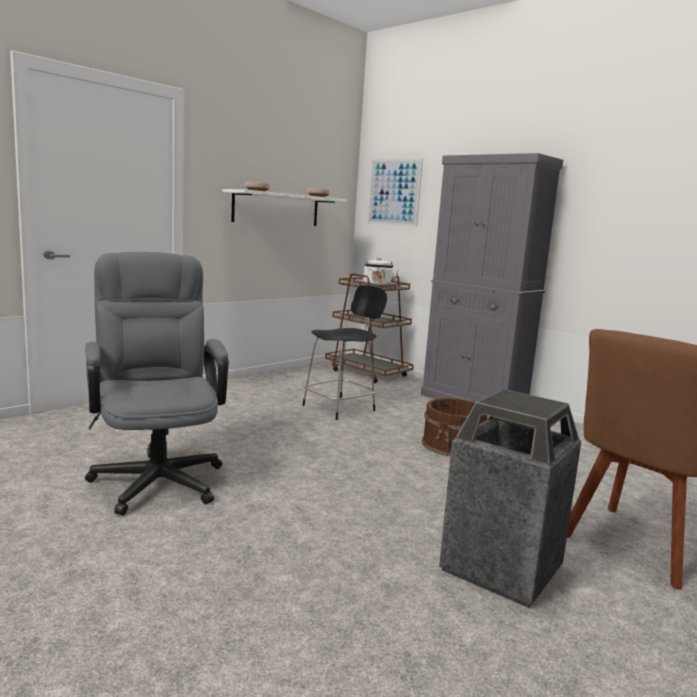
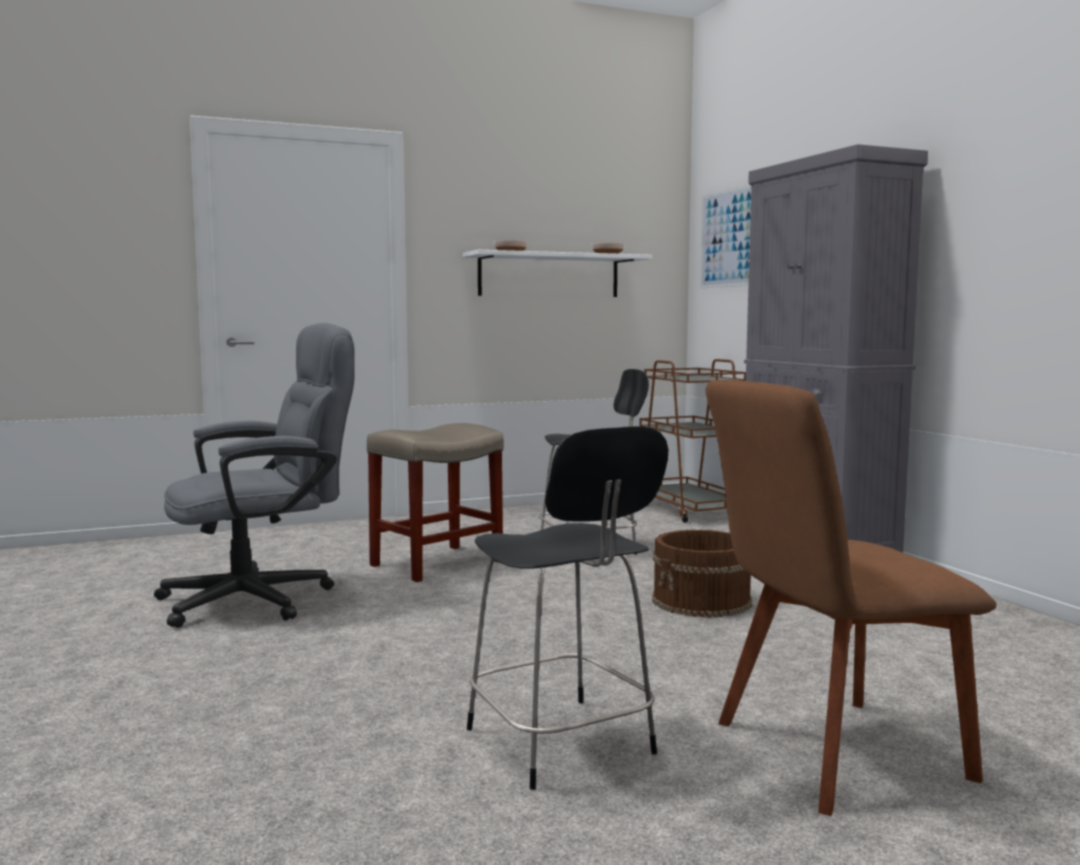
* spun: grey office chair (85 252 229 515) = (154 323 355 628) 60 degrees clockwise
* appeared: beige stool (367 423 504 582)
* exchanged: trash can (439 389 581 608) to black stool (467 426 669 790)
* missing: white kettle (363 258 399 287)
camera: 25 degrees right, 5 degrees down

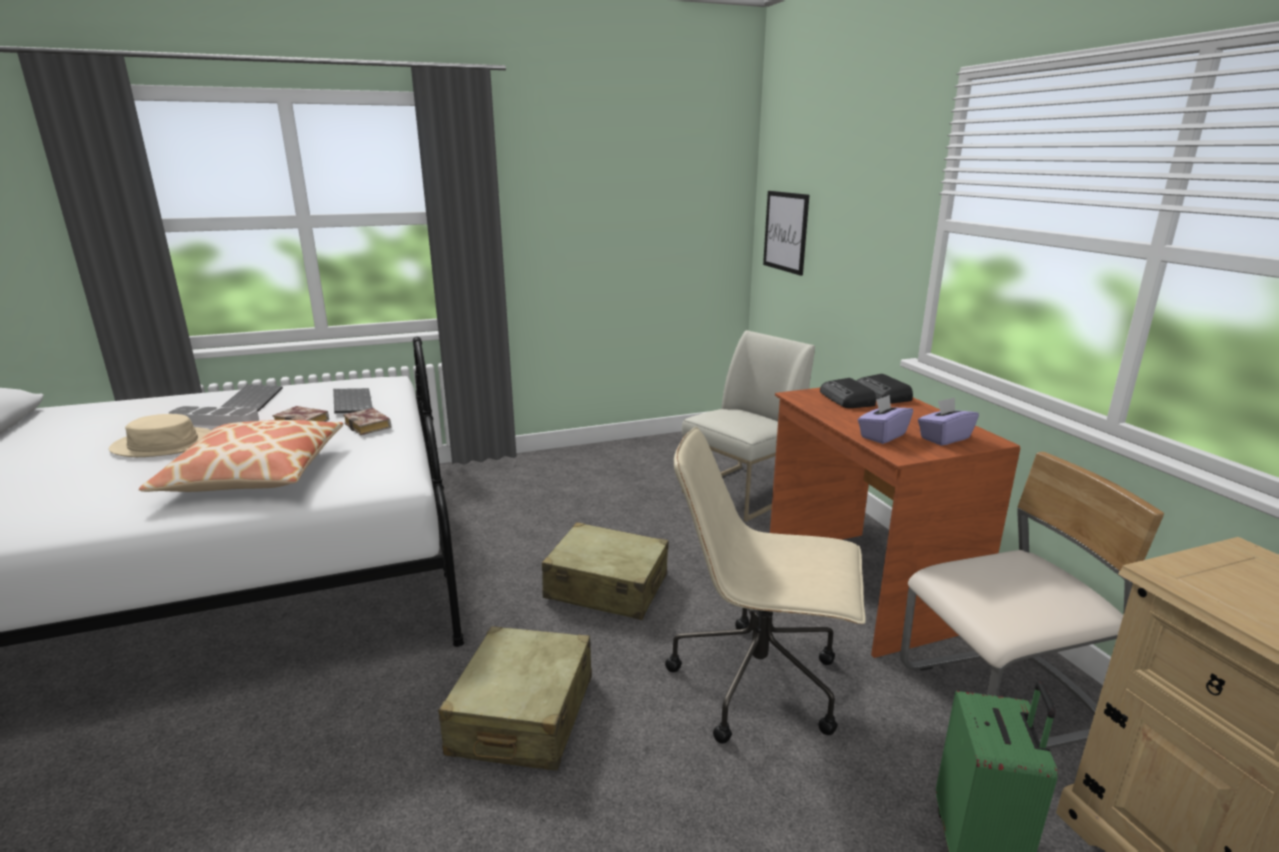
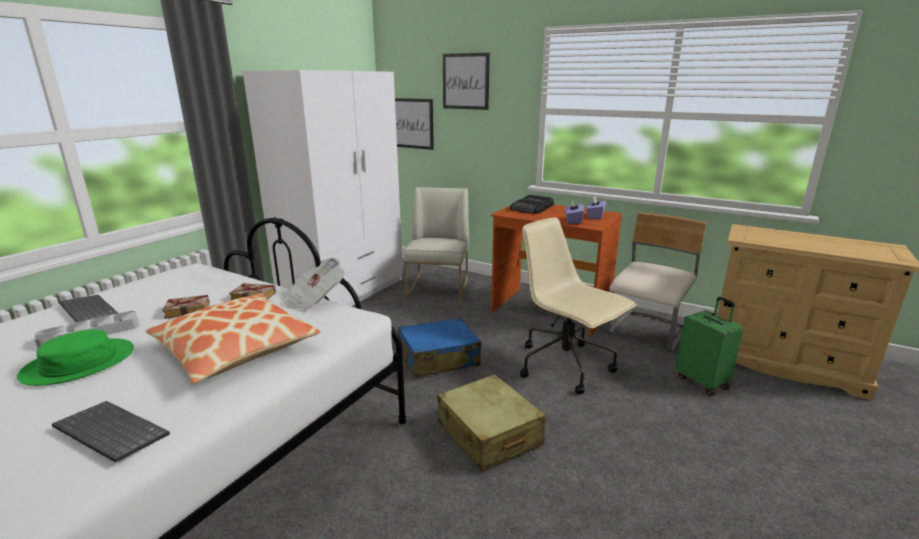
* colour: beige hat (109 414 212 457) to green hat (17 330 134 386)
* relocated: keyboard (333 388 373 413) to (52 401 170 463)
* appeared: white wardrobe (243 70 403 306)
* appeared: newspaper (281 258 344 309)
* colour: beige suitcase (542 522 669 620) to blue suitcase (398 318 481 378)
* appeared: picture (443 53 490 110)
* spun: beige office chair (665 427 866 743) = (520 218 637 394) 75 degrees clockwise
camera: 40 degrees left, 0 degrees up

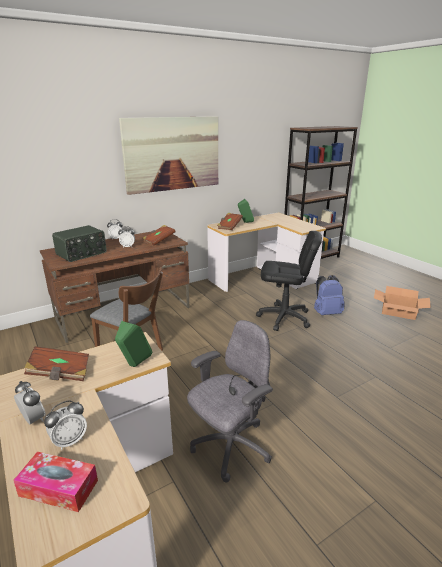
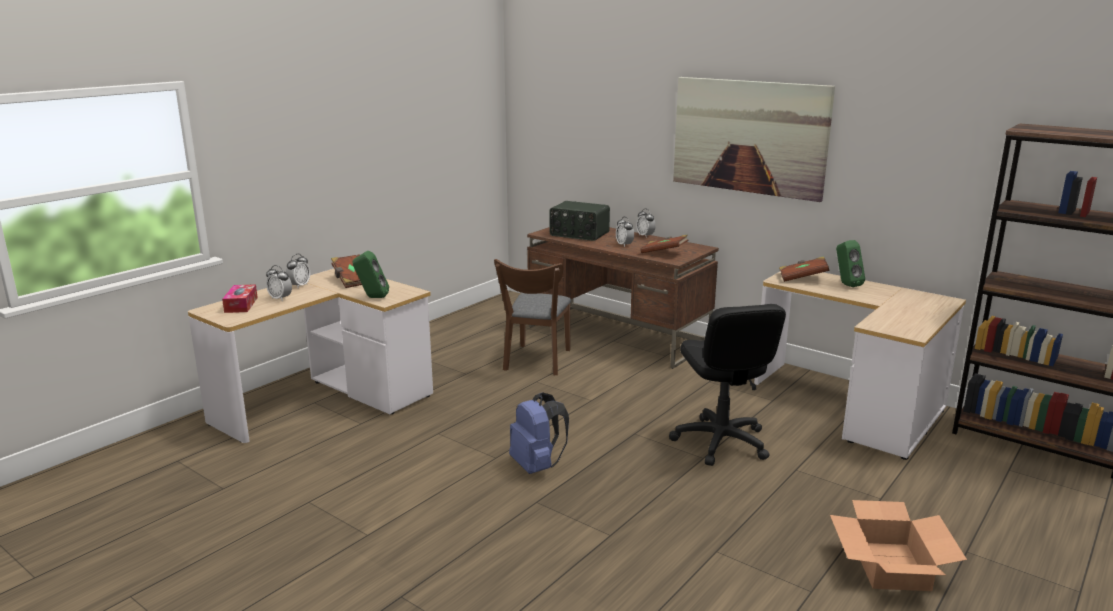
* relocated: blue backpack (314 275 345 315) to (509 392 569 474)
* missing: grey office chair (187 320 273 482)
camera: 70 degrees right, 5 degrees down

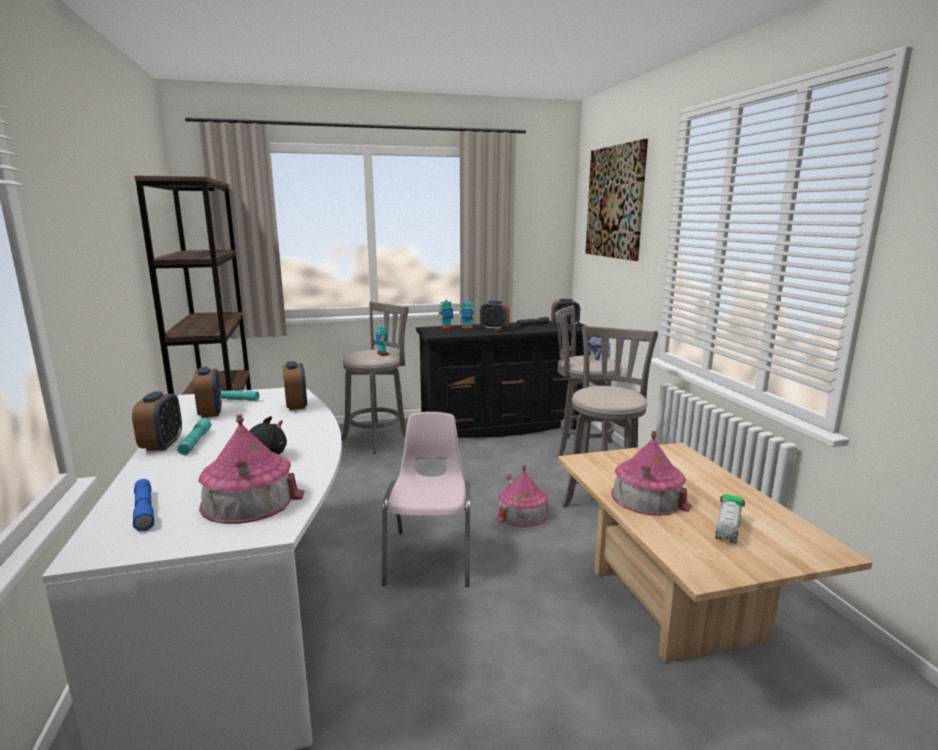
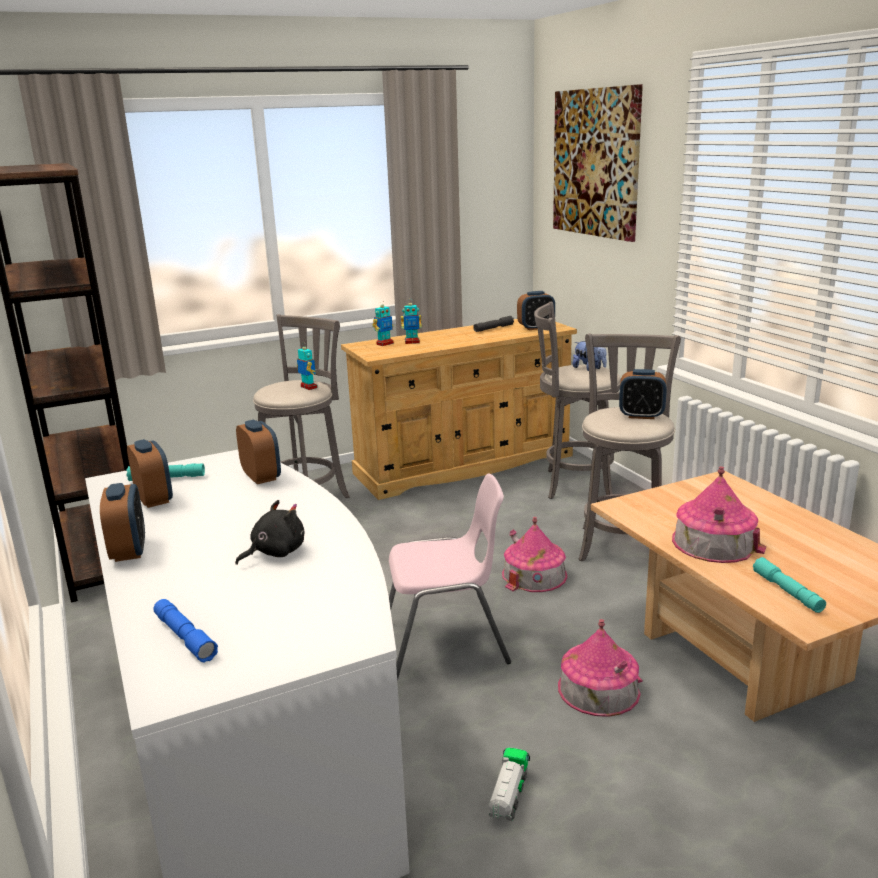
* colour: black dresser (416 321 591 438) to beige dresser (341 319 577 500)
* spun: pink chair (382 412 470 587) = (389 473 511 681) 90 degrees clockwise
* relocated: toy truck (715 494 745 543) to (488 747 530 821)
* relocated: toy house (198 414 304 524) to (558 619 643 717)
* relocated: alarm clock (480 300 510 331) to (619 369 667 419)
* relocated: turquoise flashlight (177 418 211 455) to (753 557 826 613)
camera: 10 degrees left, 5 degrees up

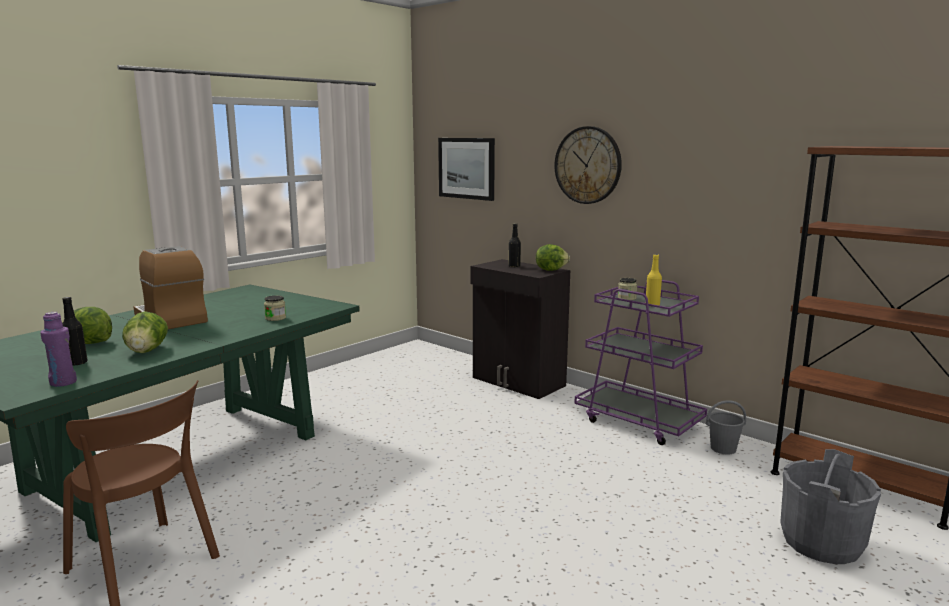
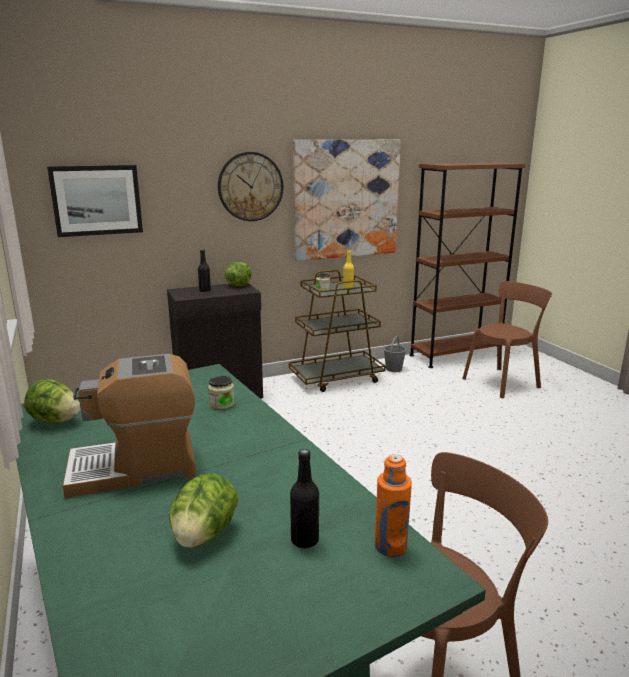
* relocated: lettuce (122 311 168 353) to (24 379 81 424)
* colour: purple cart (574 280 707 445) to brown cart (289 269 386 392)
* appeared: picture (293 140 401 261)
* colour: purple bottle (40 312 77 387) to orange bottle (375 454 412 557)
* exchanged: grey bucket (780 449 881 564) to brown chair (462 281 552 398)
camera: 65 degrees left, 5 degrees up

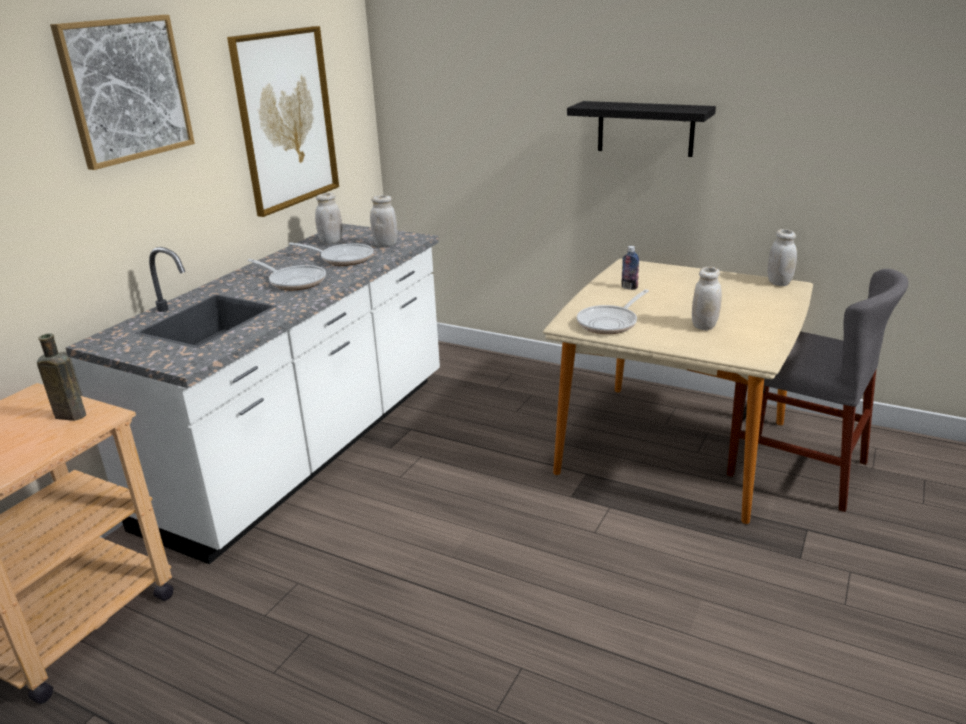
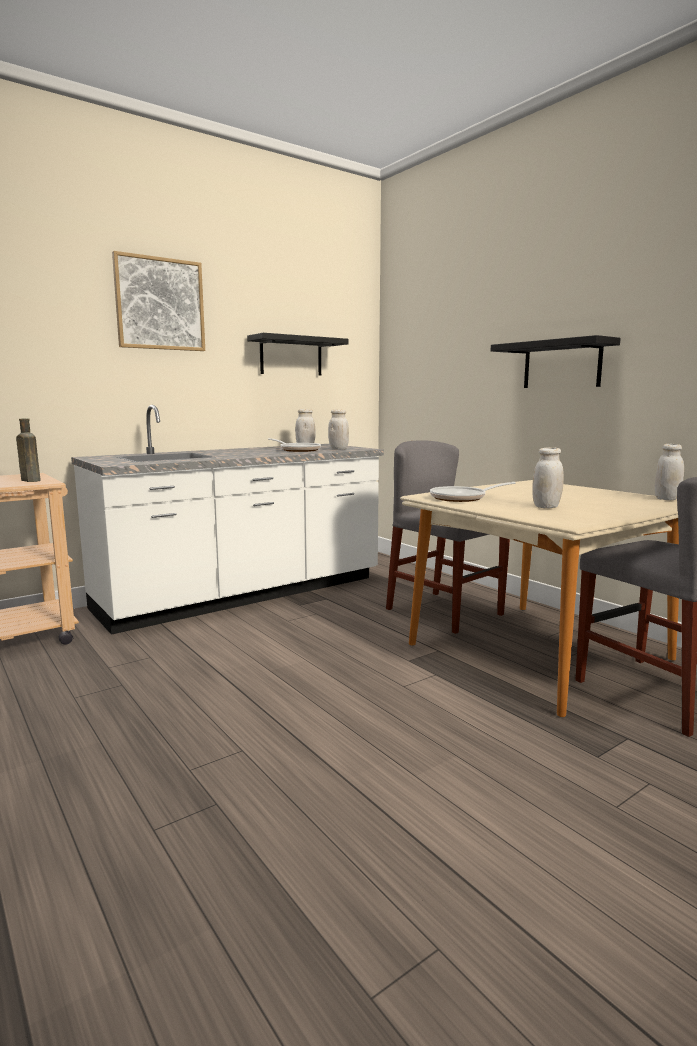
* exchanged: picture (227 26 339 217) to black shelf (247 333 349 376)
* appeared: grey chair (386 440 510 634)
* missing: frying pan (247 259 326 290)
* missing: bottle (621 246 639 290)
camera: 25 degrees right, 15 degrees down

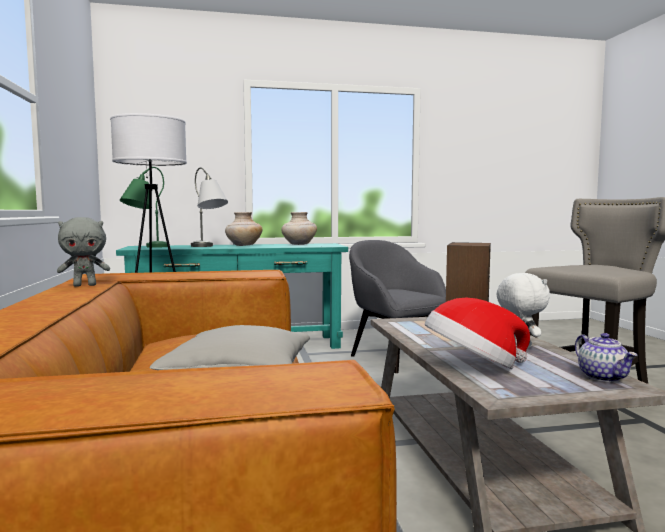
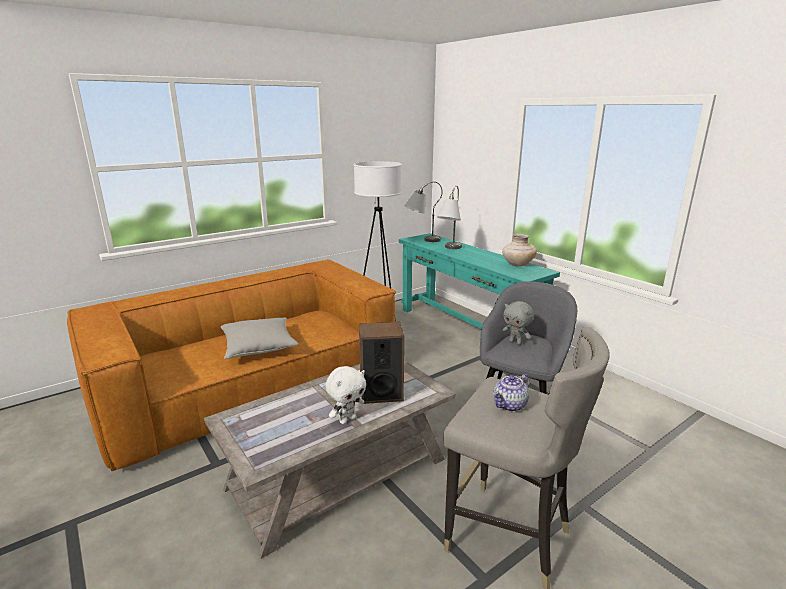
* colour: green table lamp (120 167 168 248) to grey table lamp (404 181 442 242)
* relocated: teapot (575 333 637 382) to (493 374 530 412)
* relocated: grey plush toy (57 217 110 287) to (502 301 534 345)
* missing: beige vase (225 212 262 246)
* missing: hat (425 298 530 369)
camera: 65 degrees right, 15 degrees up

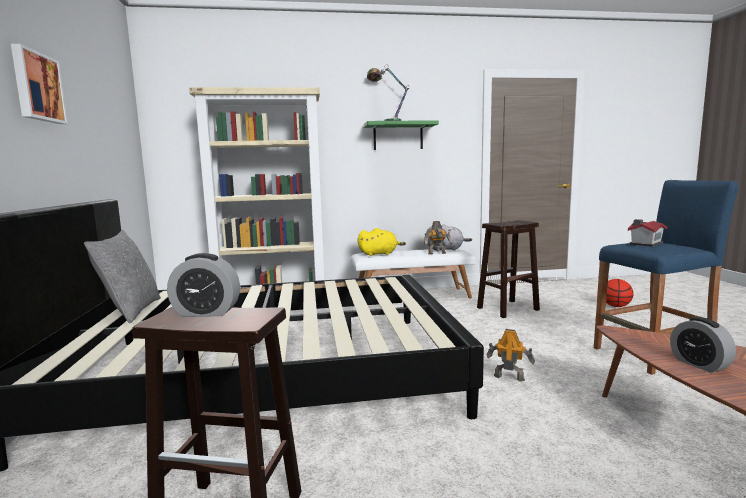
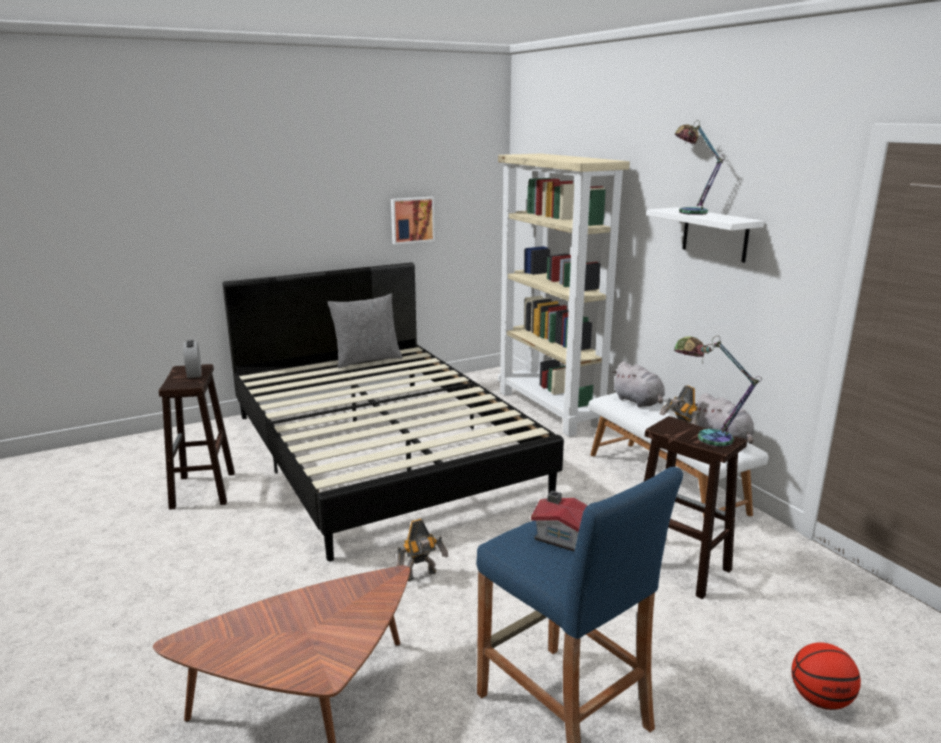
* relocated: picture (11 44 68 124) to (391 197 435 245)
* spun: toy robot (487 329 535 381) = (396 519 448 581) 60 degrees clockwise
* colour: yellow plush toy (357 228 406 256) to grey plush toy (612 361 665 407)
* colour: green shelf (364 120 439 150) to white shelf (646 207 764 263)
* appeared: table lamp (674 336 762 447)
* missing: alarm clock (670 317 736 373)
camera: 70 degrees right, 10 degrees up

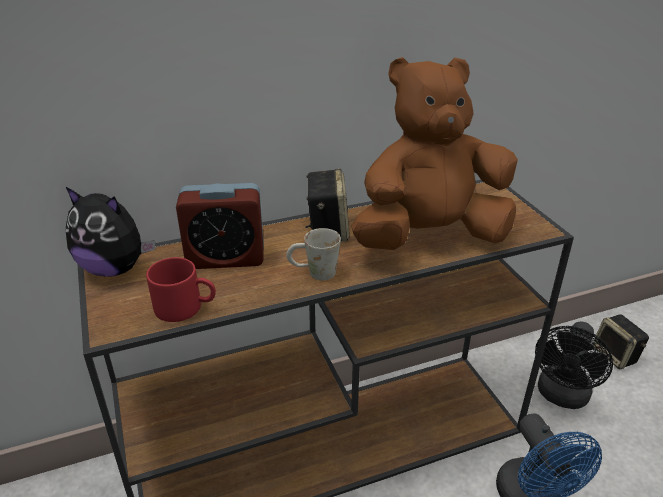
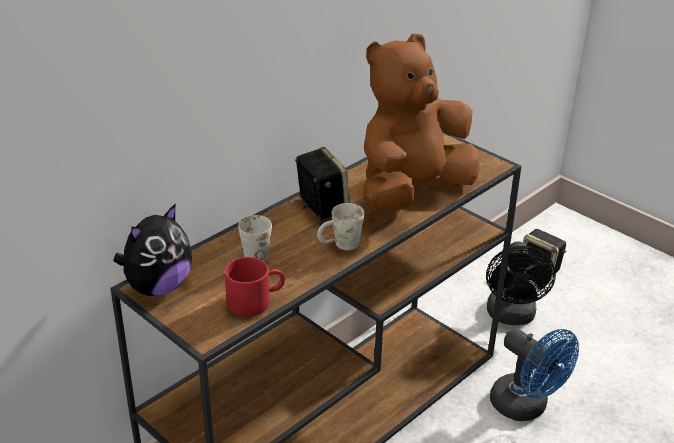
* spun: plush toy (66 187 155 277) = (113 203 192 296) 45 degrees counterclockwise
* exchanged: alarm clock (176 183 264 269) to white mug (238 215 272 262)
camera: 25 degrees left, 0 degrees up

